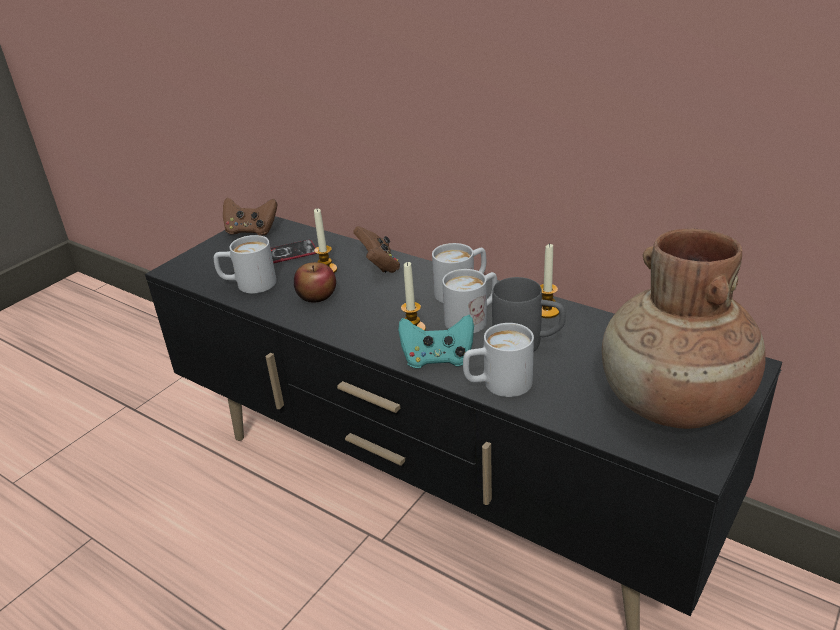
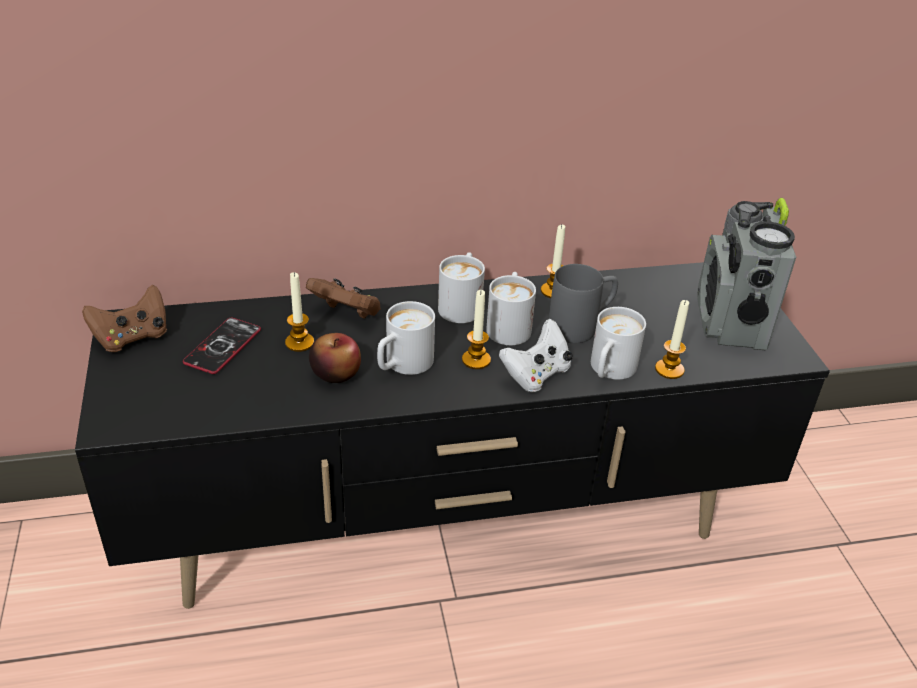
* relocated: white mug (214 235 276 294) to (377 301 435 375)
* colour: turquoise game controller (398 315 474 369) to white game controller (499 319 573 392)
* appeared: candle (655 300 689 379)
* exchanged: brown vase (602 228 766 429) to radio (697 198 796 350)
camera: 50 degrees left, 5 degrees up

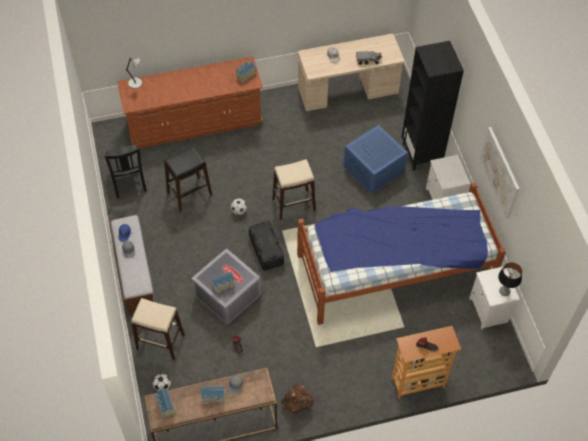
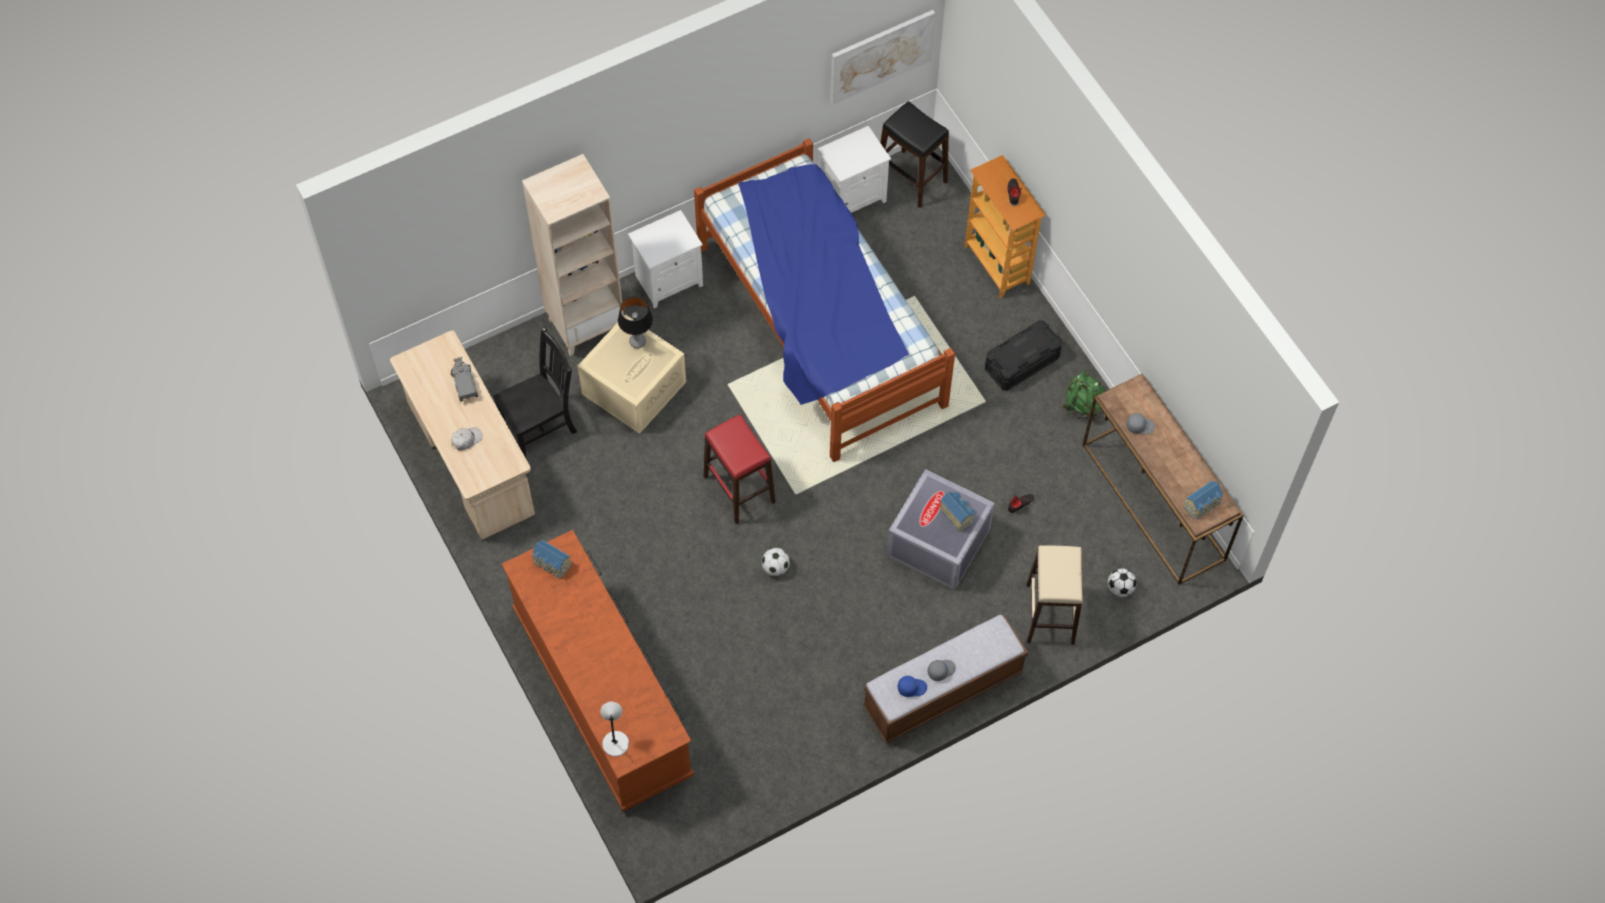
* relocated: black chair (104 145 147 198) to (493 327 577 458)
* colour: black bookcase (402 41 464 171) to beige bookcase (522 154 624 356)
* colour: blue storage box (343 125 408 194) to beige storage box (577 314 686 434)
* relocated: table lamp (498 263 522 296) to (618 297 653 348)
* colour: beige stool (272 159 316 220) to red stool (704 414 775 524)
* relocated: picture (480 127 520 219) to (831 10 935 104)
* relocated: black stool (164 146 212 212) to (880 101 949 208)
* relocated: black storage box (249 221 284 271) to (985 320 1062 391)
* colour: brown backpack (281 384 314 414) to green backpack (1063 371 1105 421)
* missing: toy house (201 386 225 404)
camera: 105 degrees left, 5 degrees up

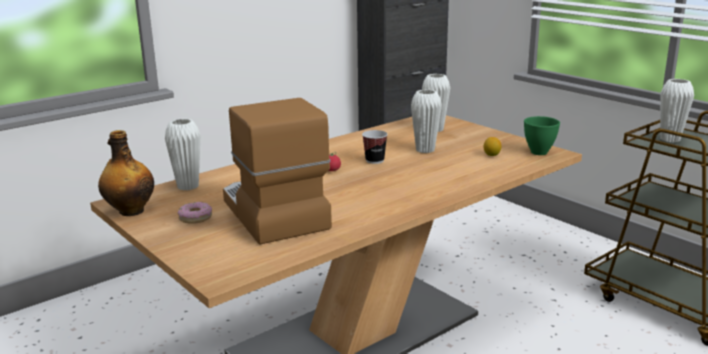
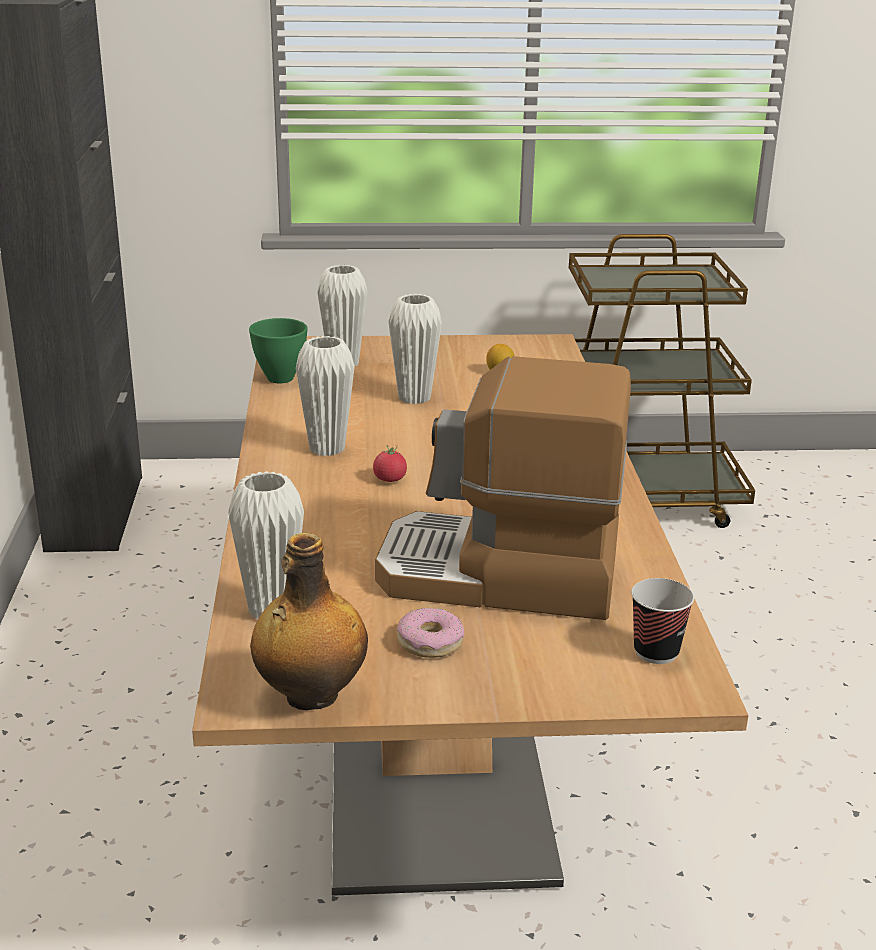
* relocated: green bowl (524 116 560 155) to (249 318 308 383)
* relocated: white vase (660 79 694 143) to (296 336 355 456)
* relocated: cup (362 130 388 164) to (631 578 694 664)
camera: 55 degrees left, 5 degrees up

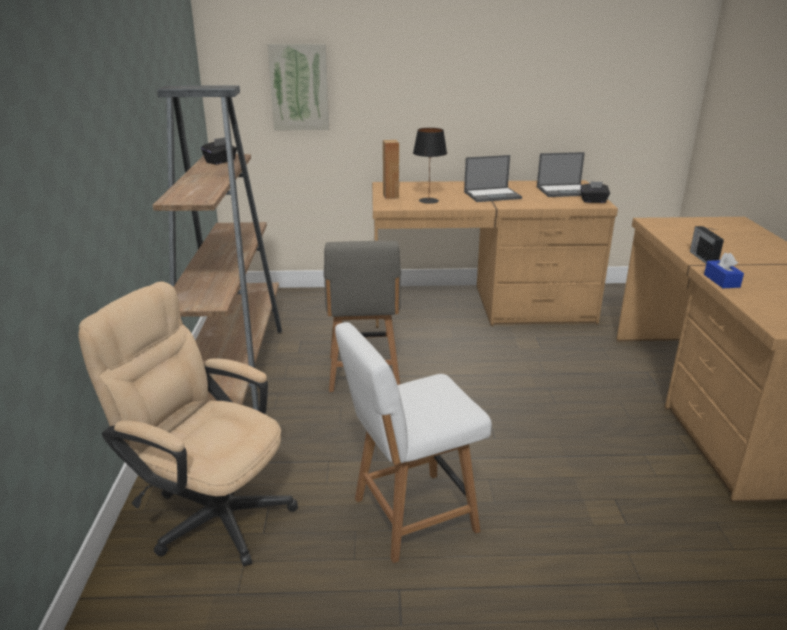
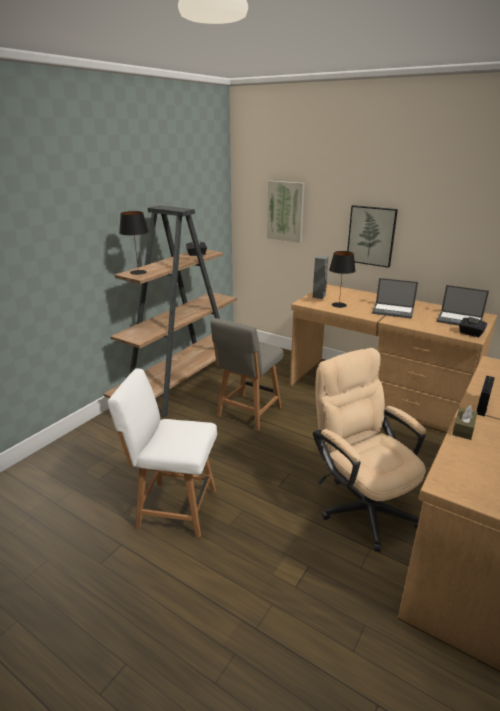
* appeared: black table lamp (119 211 149 275)
* colour: brown speaker (383 140 399 199) to grey speaker (313 256 329 299)
* relocated: beige office chair (79 282 298 566) to (313 348 426 552)
* appeared: picture (347 205 398 268)
* colour: blue tissue box (704 252 744 288) to brown tissue box (452 405 478 440)
camera: 35 degrees right, 0 degrees up

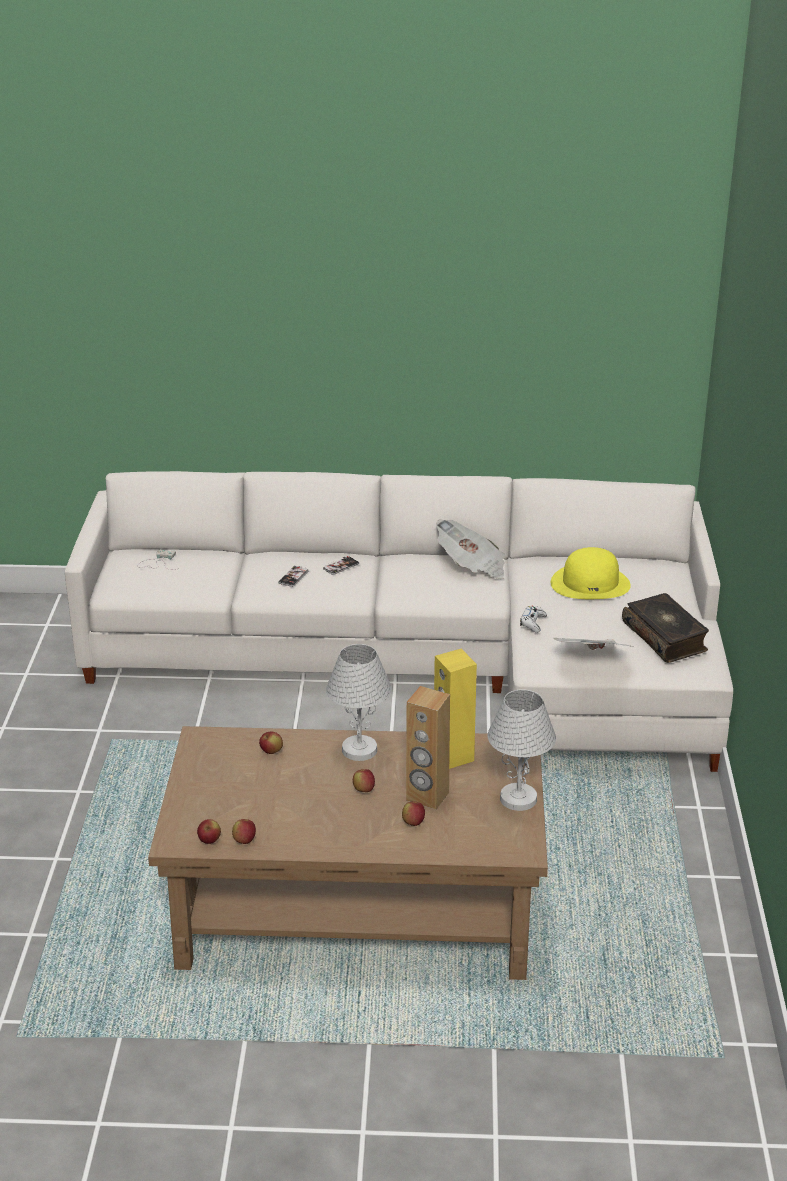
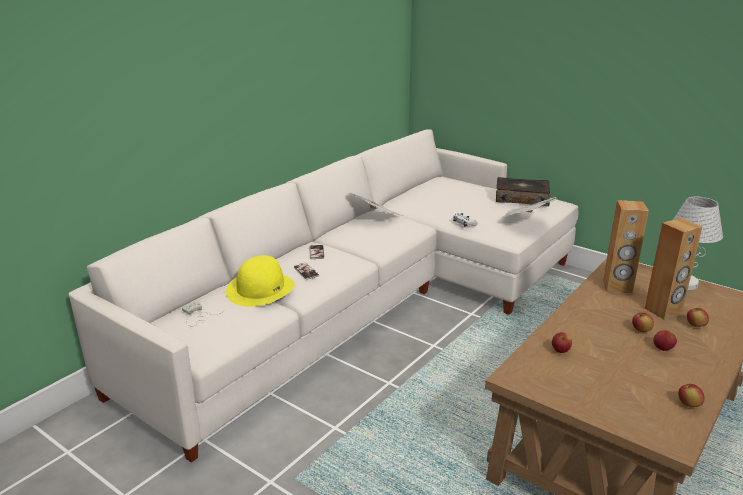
* relocated: yellow hat (551 547 631 599) to (226 255 295 307)
* colour: yellow speaker (434 649 477 769) to brown speaker (603 200 649 294)
* relocated: apple (197 819 221 844) to (653 330 677 351)
* missing: white table lamp (326 644 392 761)
camera: 55 degrees left, 5 degrees down

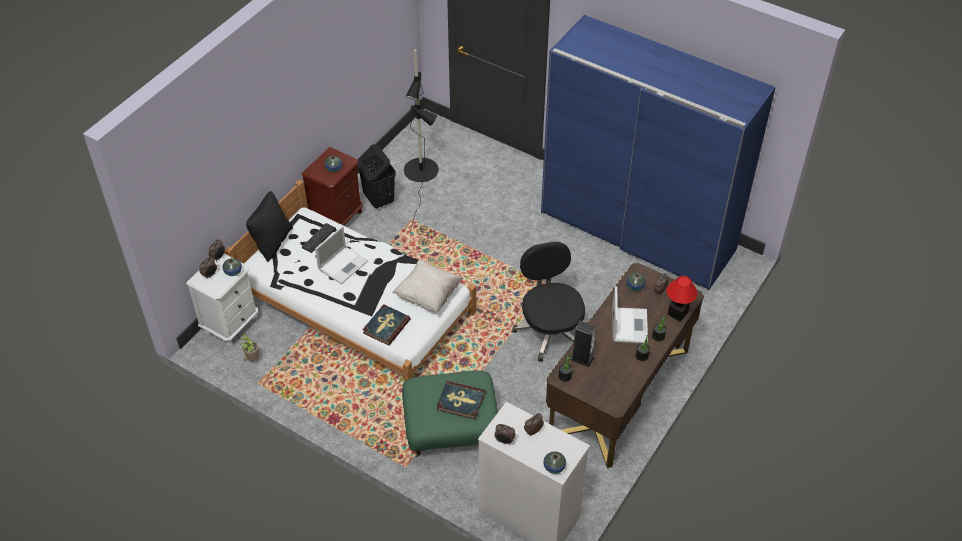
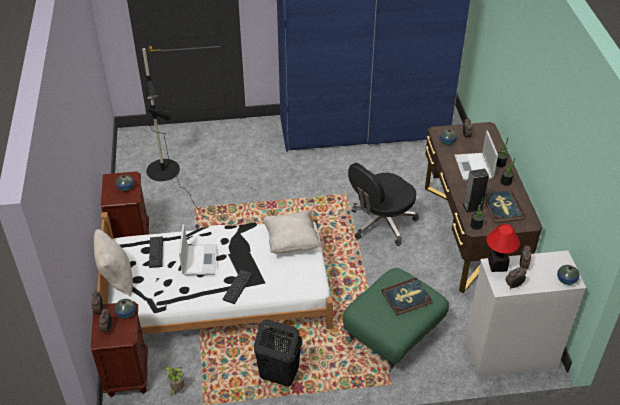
* colour: white nightstand (186 254 258 347) to brown nightstand (91 301 148 398)
* colour: black pillow (246 191 293 262) to beige pillow (94 229 133 297)
* appeared: keyboard (223 270 253 304)
* relocated: black laundry basket (357 144 396 209) to (254 320 302 387)
* spun: black office chair (512 241 585 361) = (348 163 419 246) 75 degrees counterclockwise
* spun: laptop (612 286 648 343) = (454 131 498 181) 150 degrees counterclockwise
* relocated: book (362 304 411 346) to (484 190 526 223)
* relocated: table lamp (666 276 698 322) to (486 224 520 272)
camera: 40 degrees left, 5 degrees down

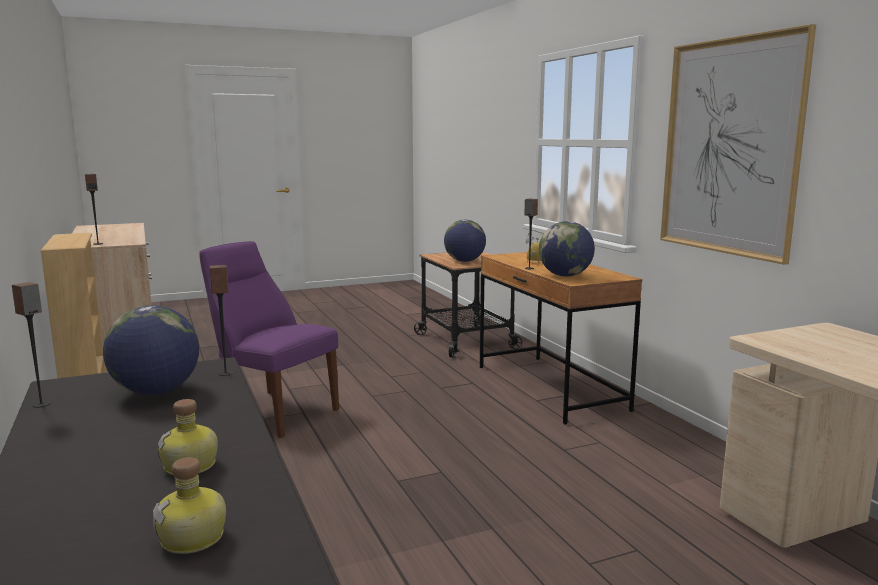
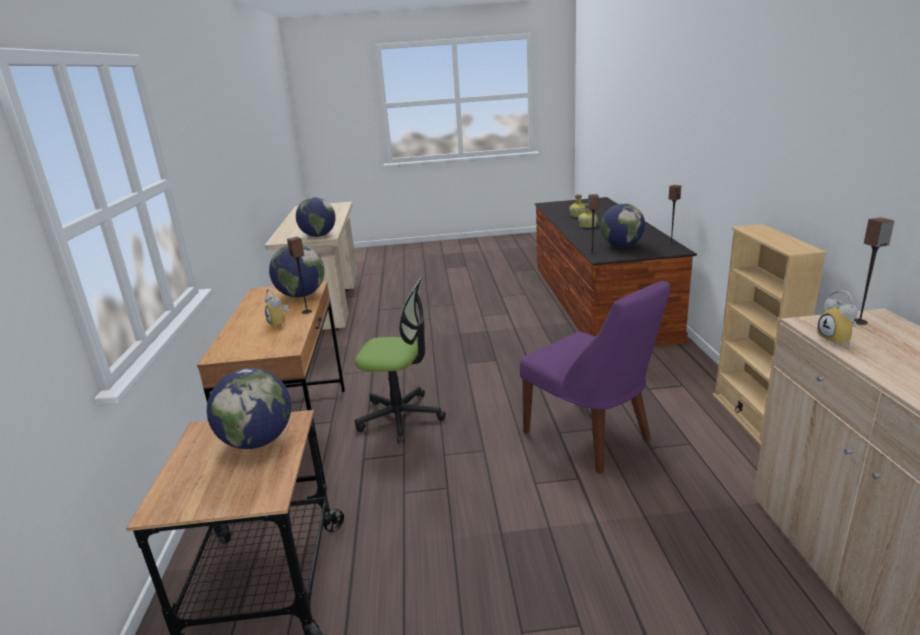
* appeared: globe (296 197 336 237)
* appeared: office chair (355 277 446 444)
* appeared: alarm clock (817 290 858 346)
* missing: picture (660 24 816 265)
camera: 160 degrees left, 10 degrees up

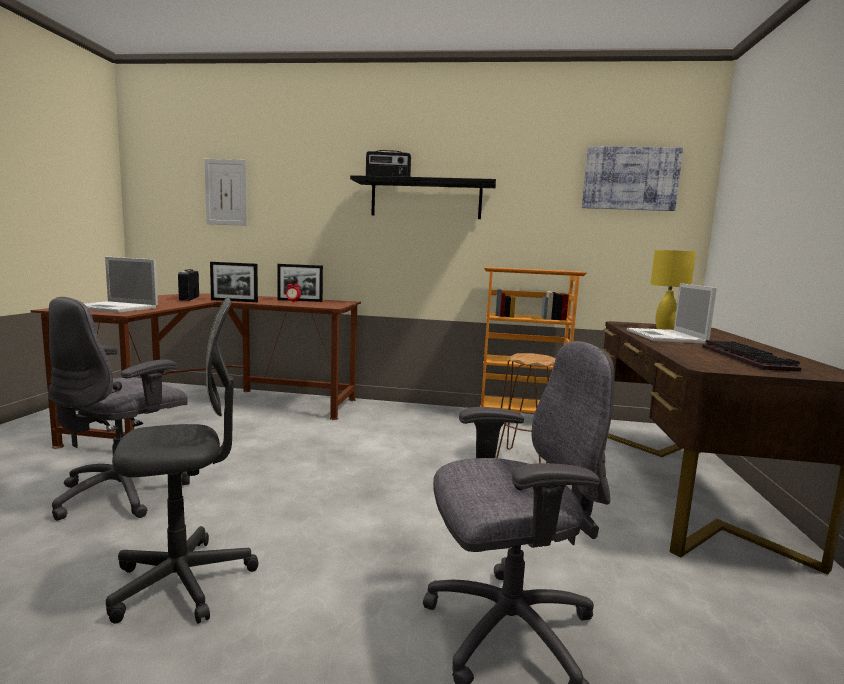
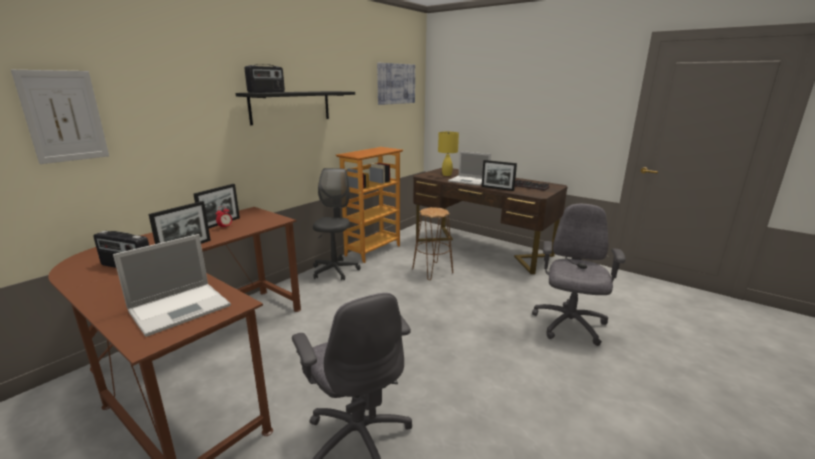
* relocated: grey office chair (106 297 259 624) to (313 168 360 280)
* appeared: picture frame (482 160 517 191)
camera: 60 degrees left, 10 degrees up

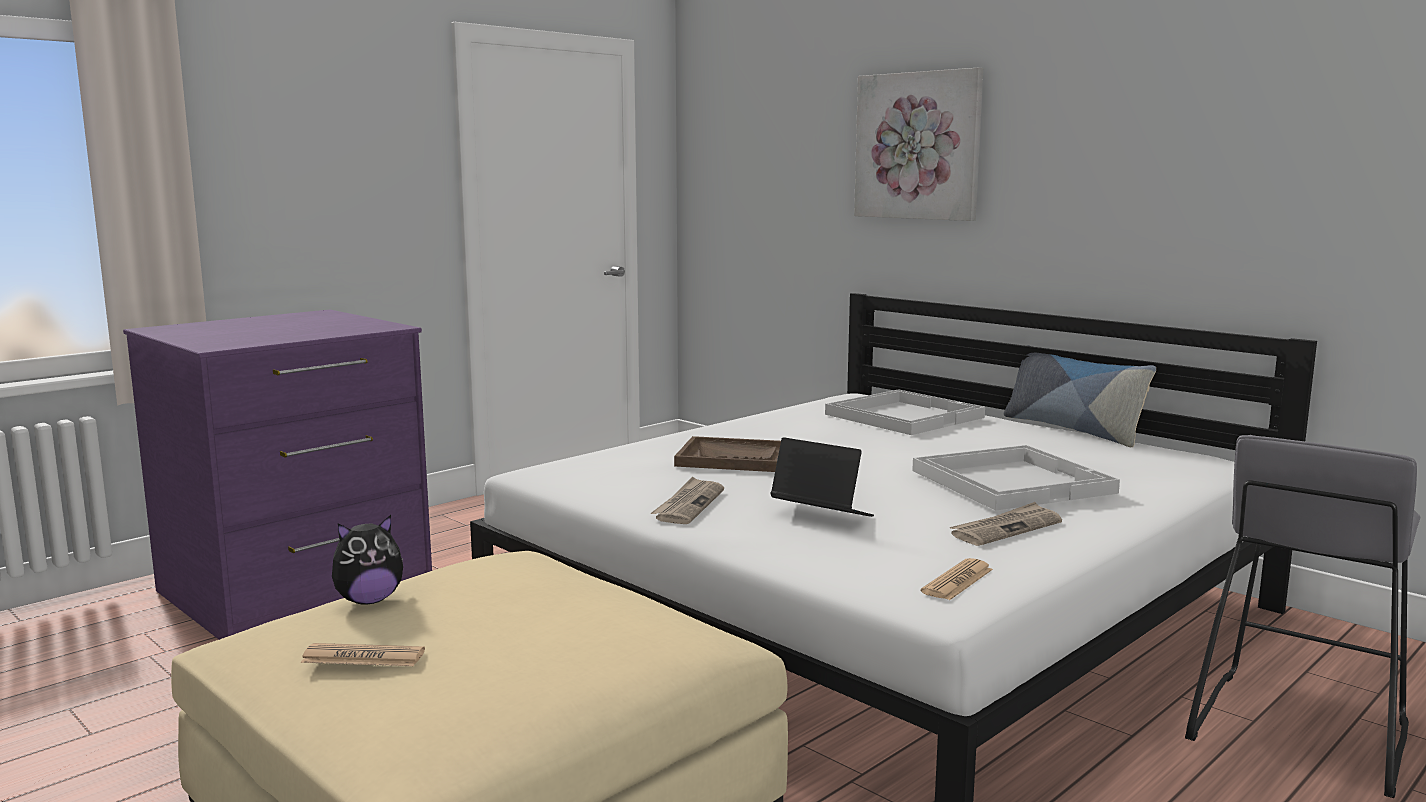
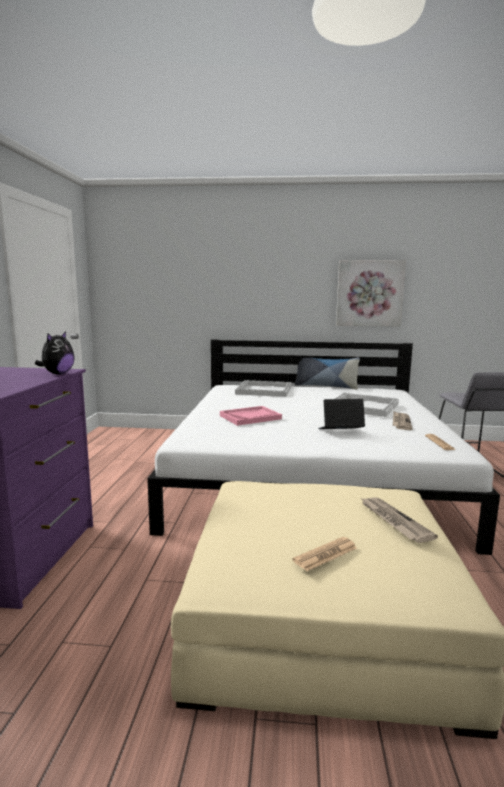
* relocated: plush toy (332 515 403 605) to (35 332 75 374)
* colour: brown tray (674 436 781 472) to pink tray (220 406 282 426)
* relocated: picture (854 67 983 221) to (336 260 406 327)
* relocated: newspaper (651 477 724 524) to (361 498 438 543)
camera: 40 degrees left, 0 degrees up

